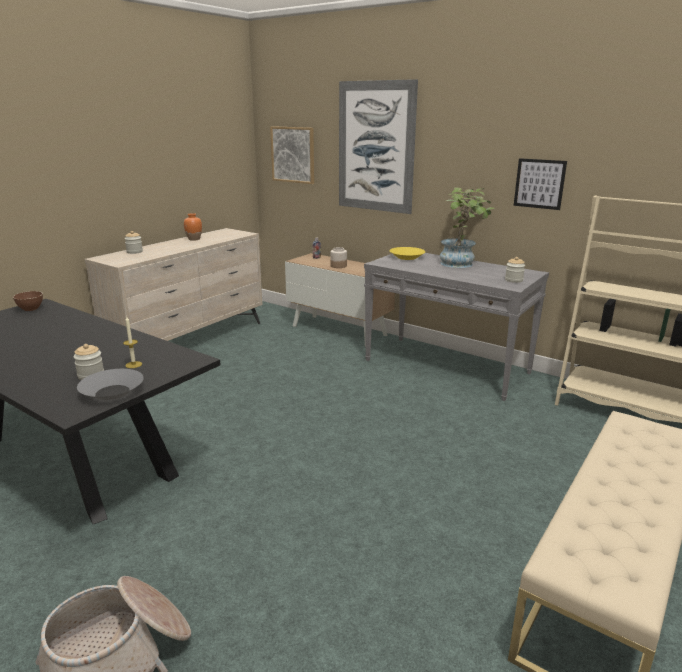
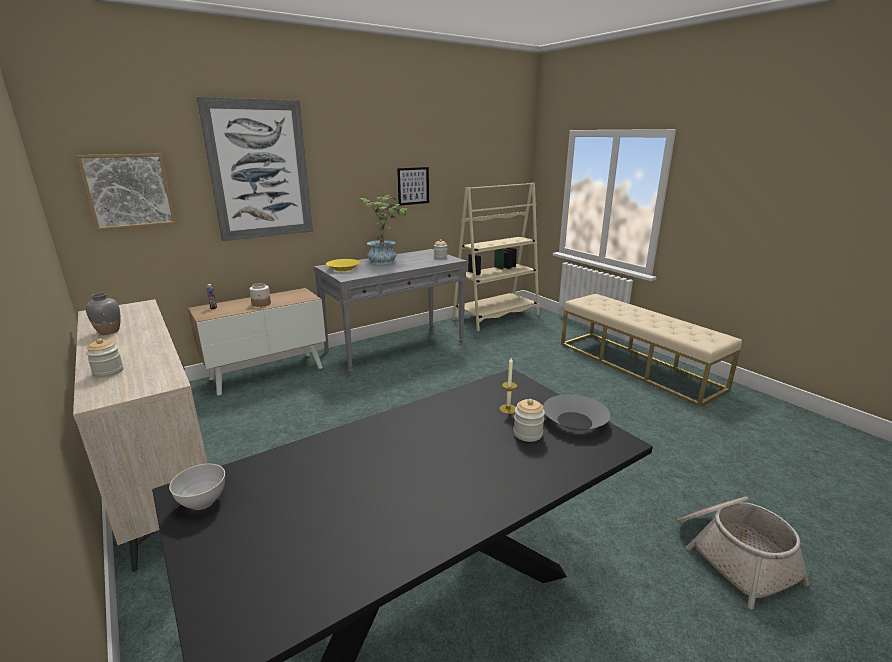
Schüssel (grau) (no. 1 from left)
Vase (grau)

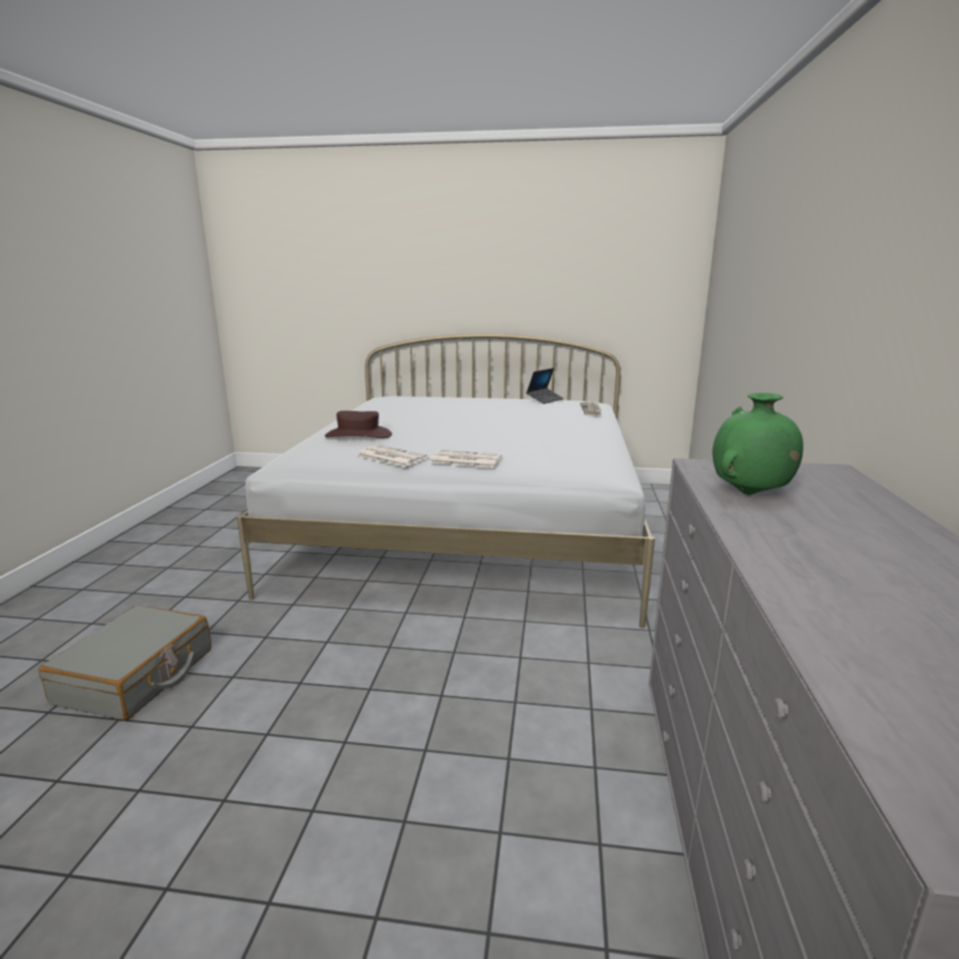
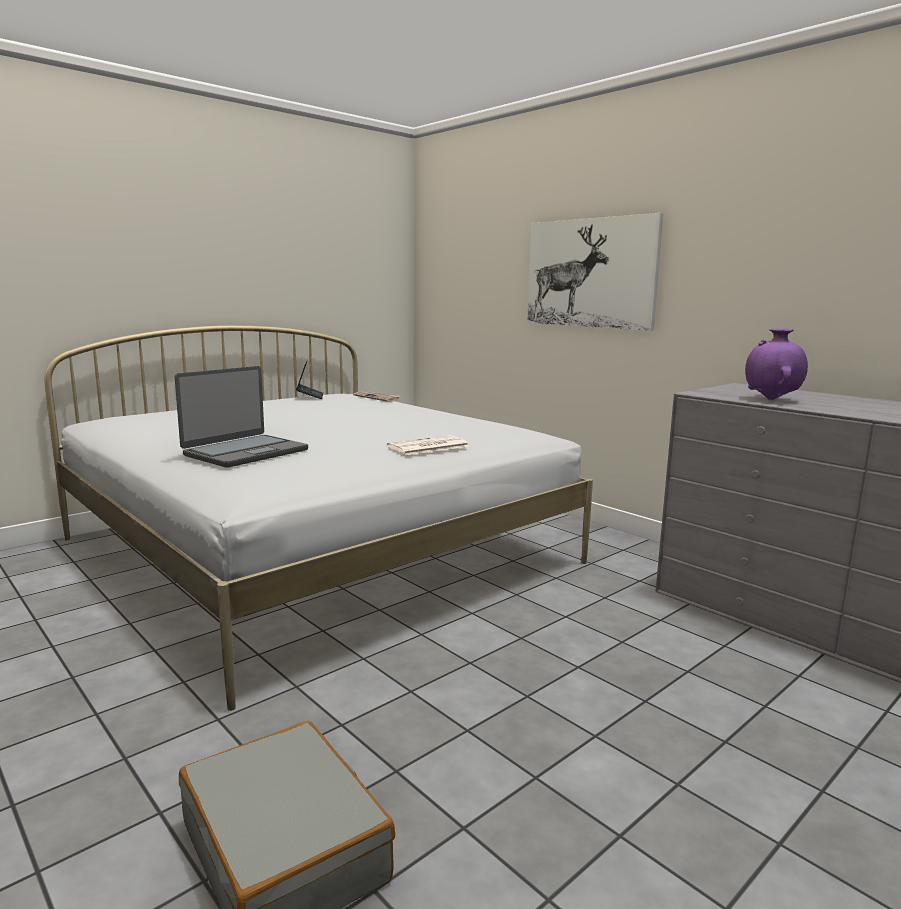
Laptop (no. 1 from left)
Zeitung (no. 1 from left in the first image)
Vase (lila)
Bild

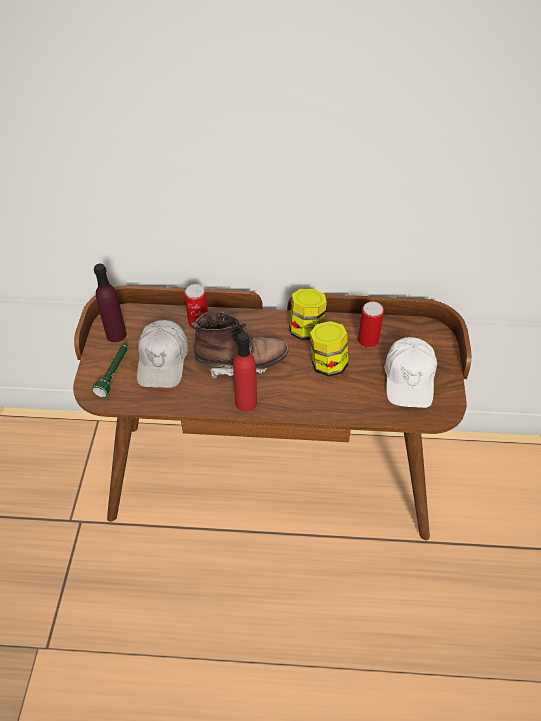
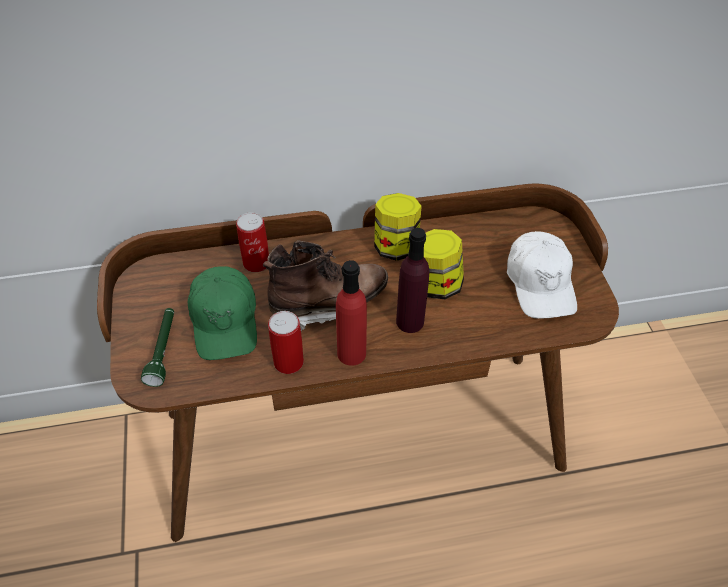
Flasche (lila)
Kappe (grün)
Dose (no. 2 from left)

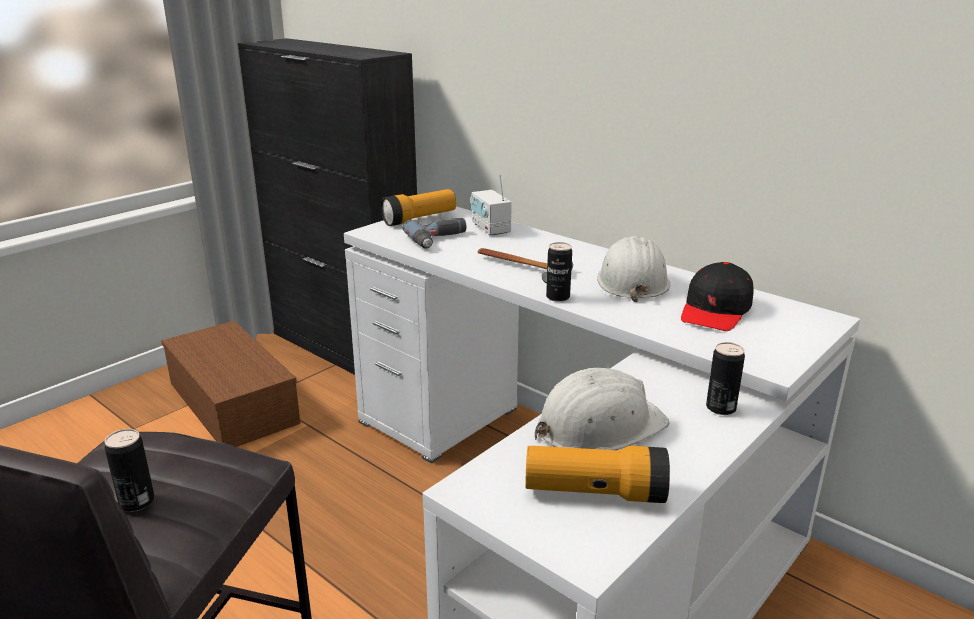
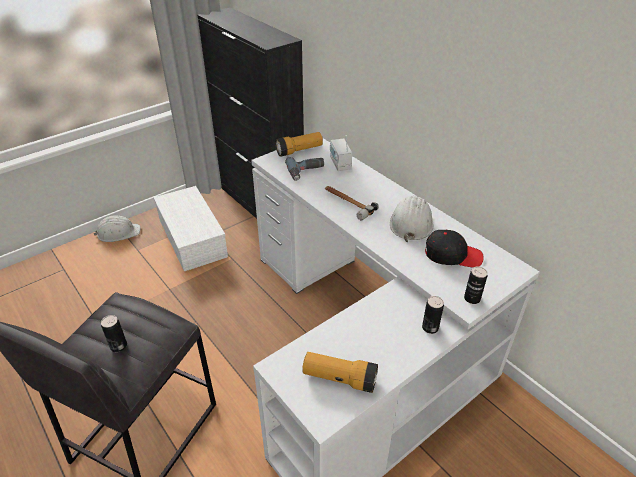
Aufbewahrungsbox (weiß)
Schutzhelm (weiß) (no. 1 from left)
Dose (no. 3 from left)
Kappe (schwarz)

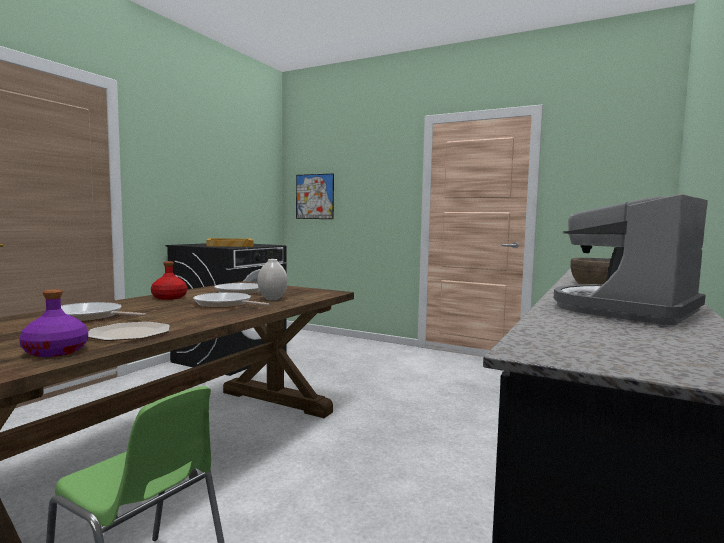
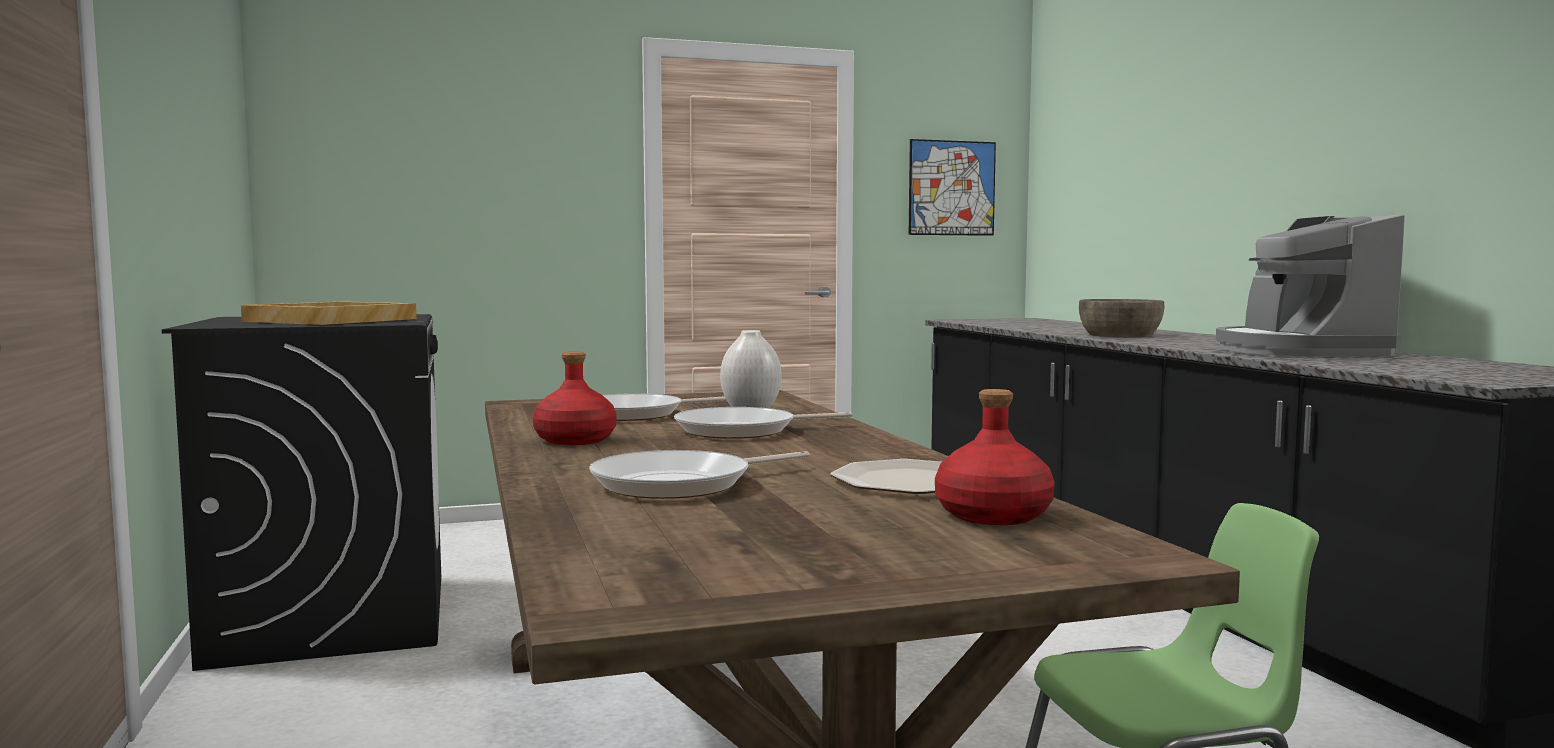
Flasche (rot) (no. 2 from left)
Bild

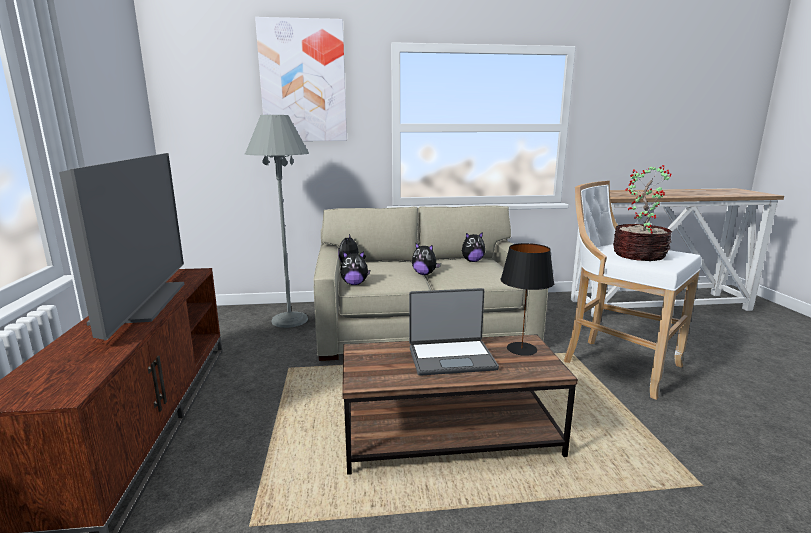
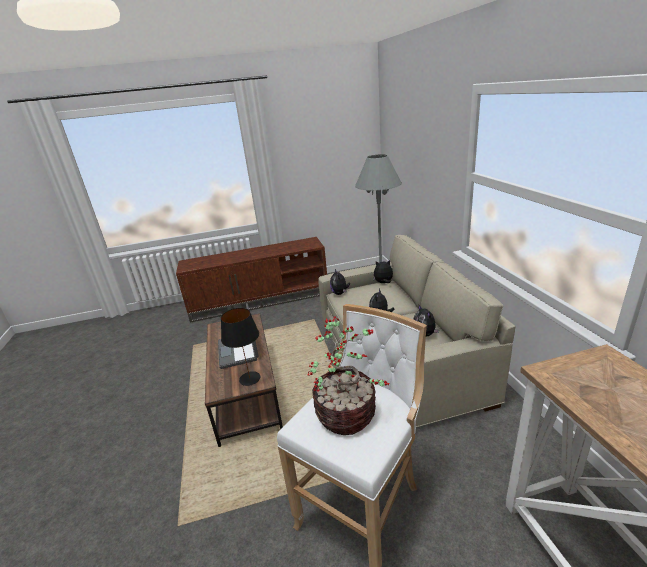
Fernseher
Bild

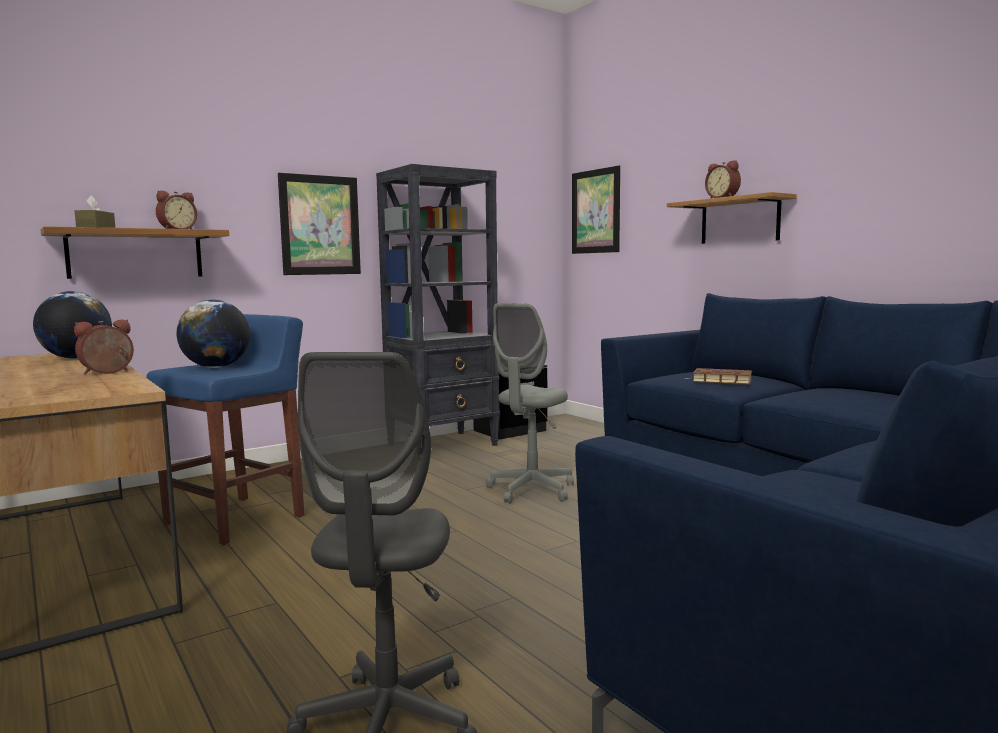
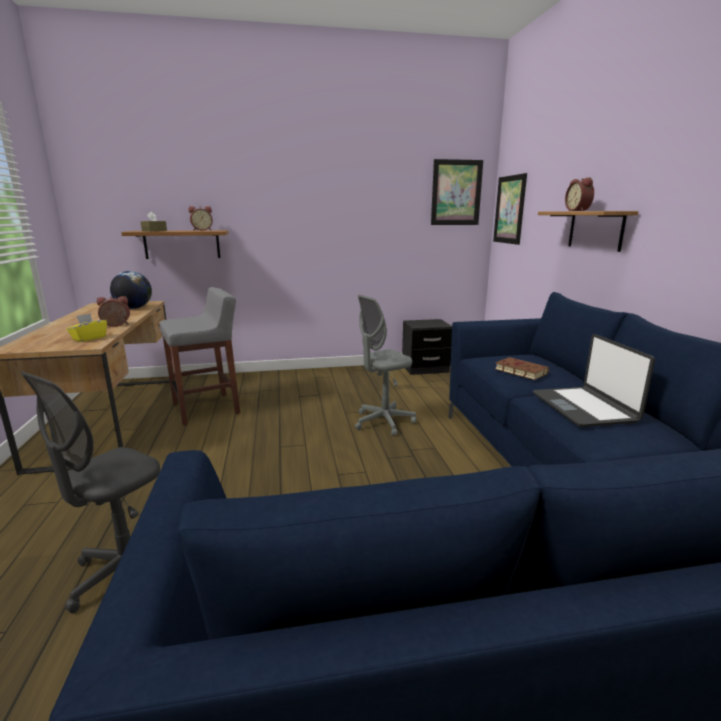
Hocker (grau)
Globus (no. 2 from left in the first image)
Bild (no. 1 from left)
Bücherregal (schwarz)
Taschentuchbox (gelb)
Laptop

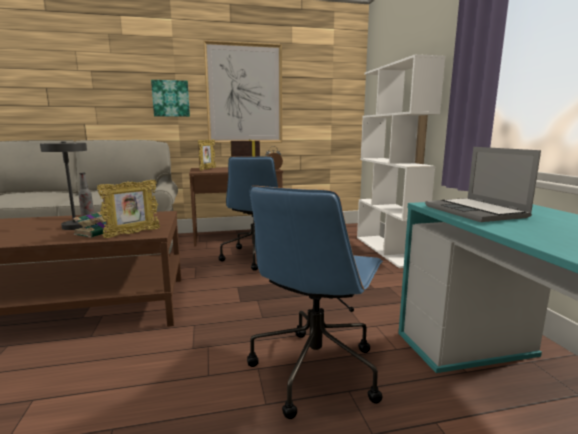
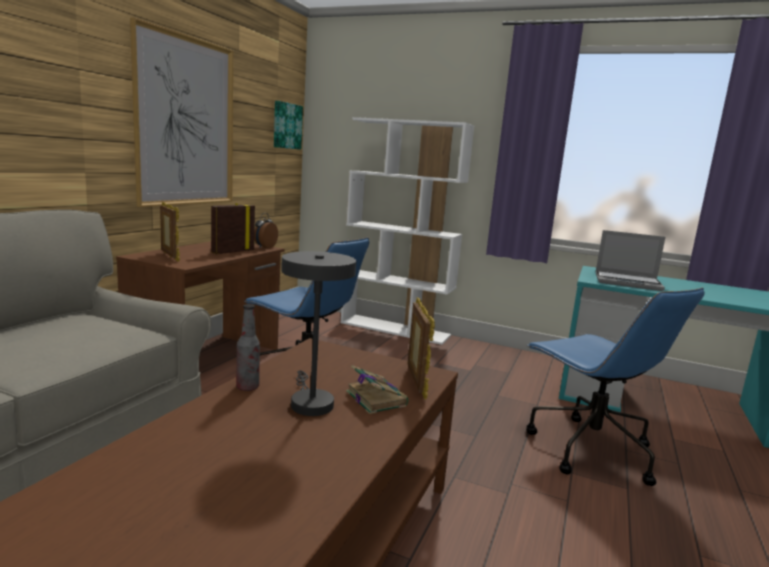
Bild (no. 2 from left)

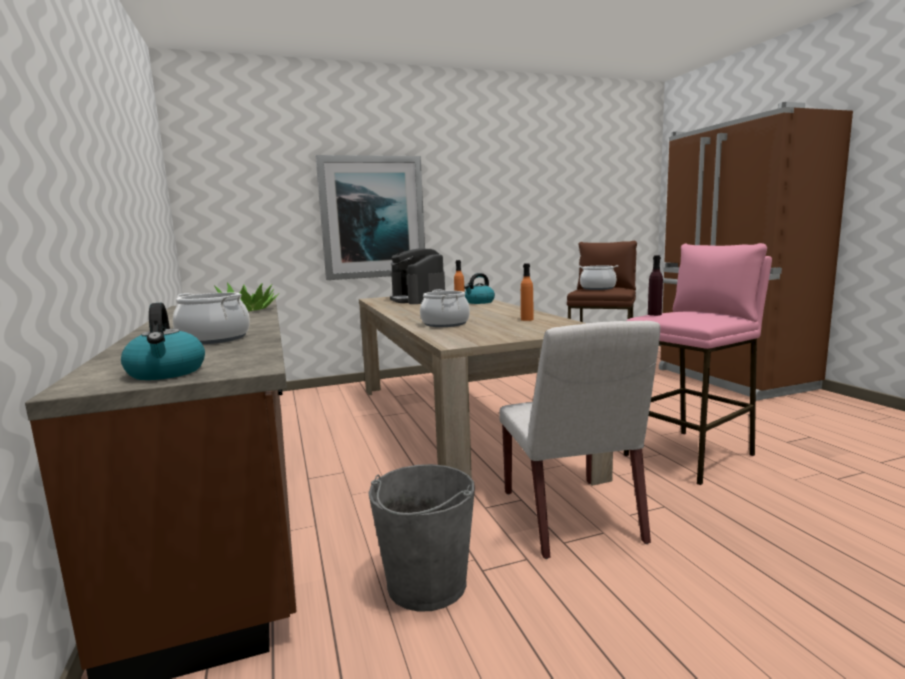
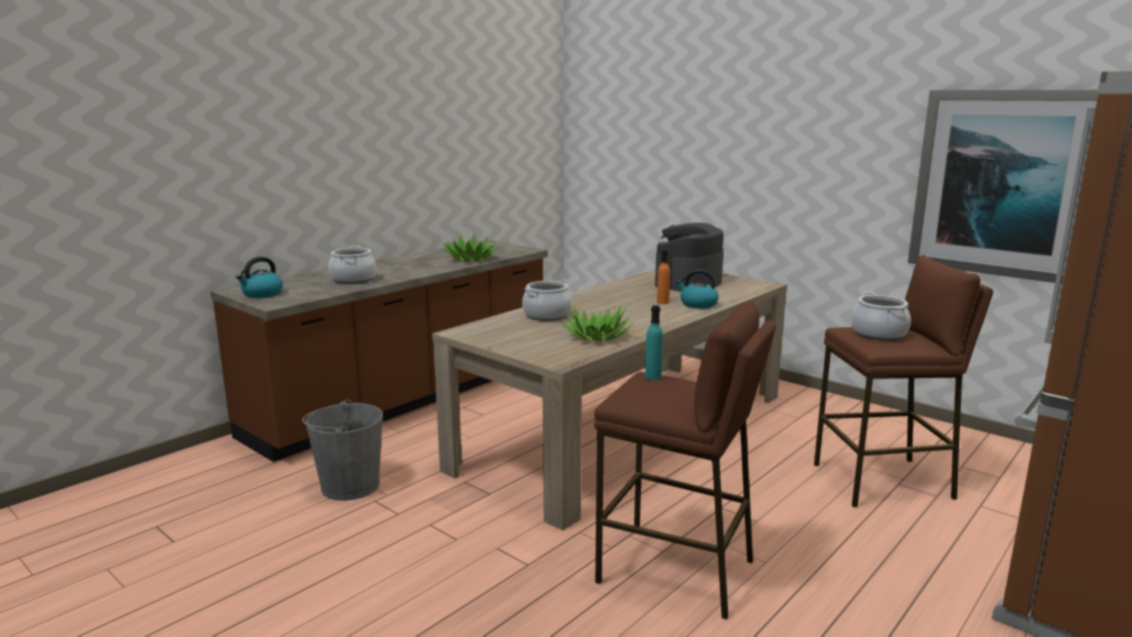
Bild
Stuhl (weiß)
Topfpflanze (no. 2 from left)
Hocker (braun) (no. 1 from left)
Flasche (türkis)

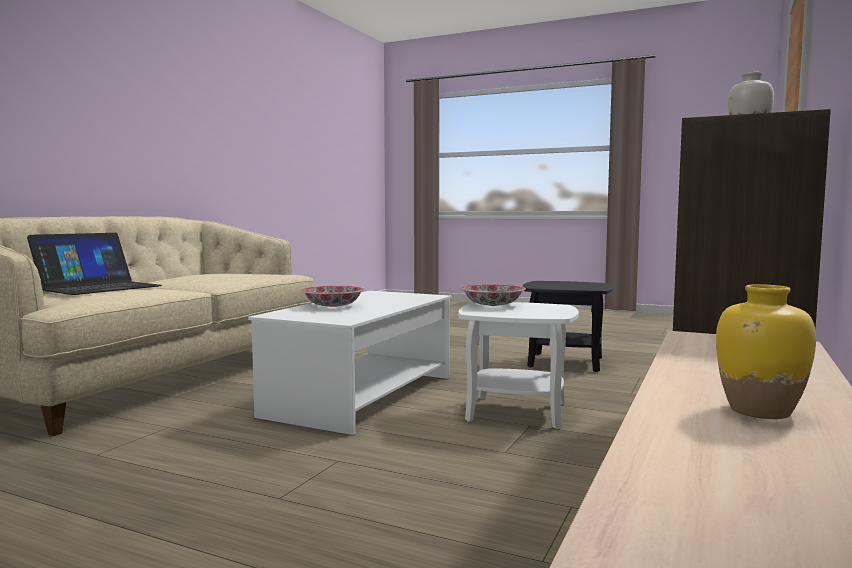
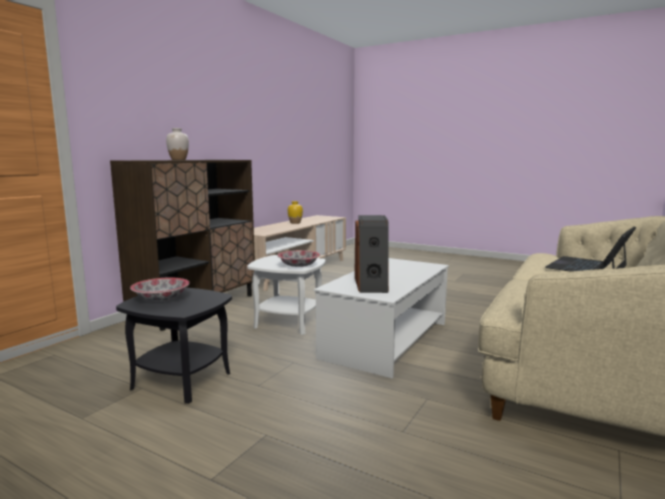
Schüssel (no. 1 from left)
Lautsprecher

